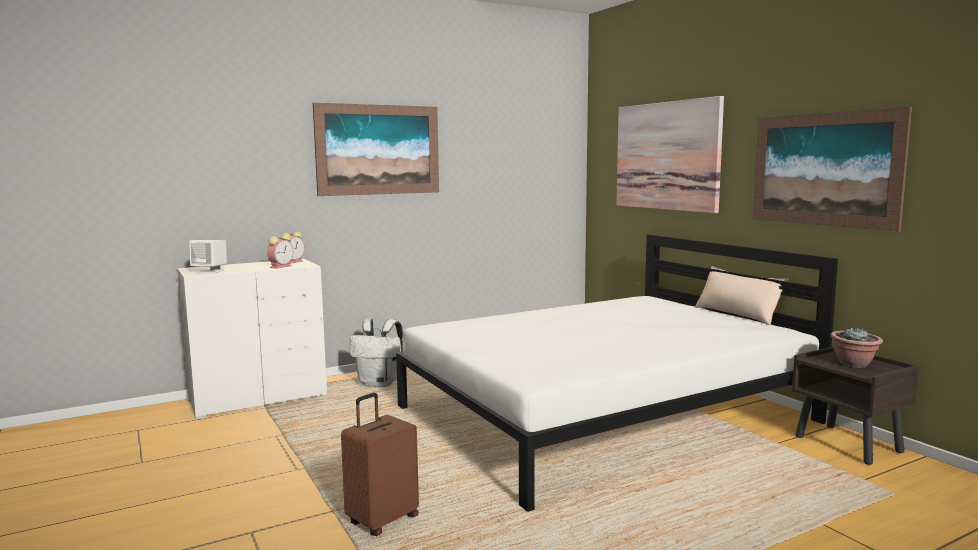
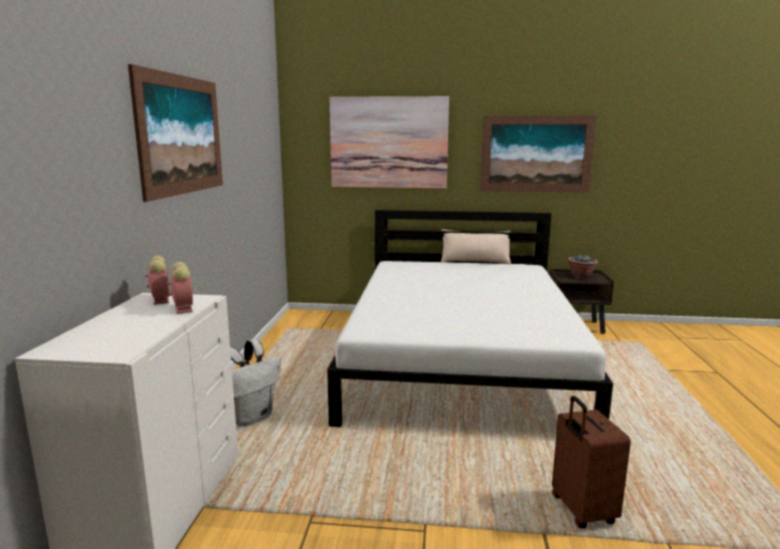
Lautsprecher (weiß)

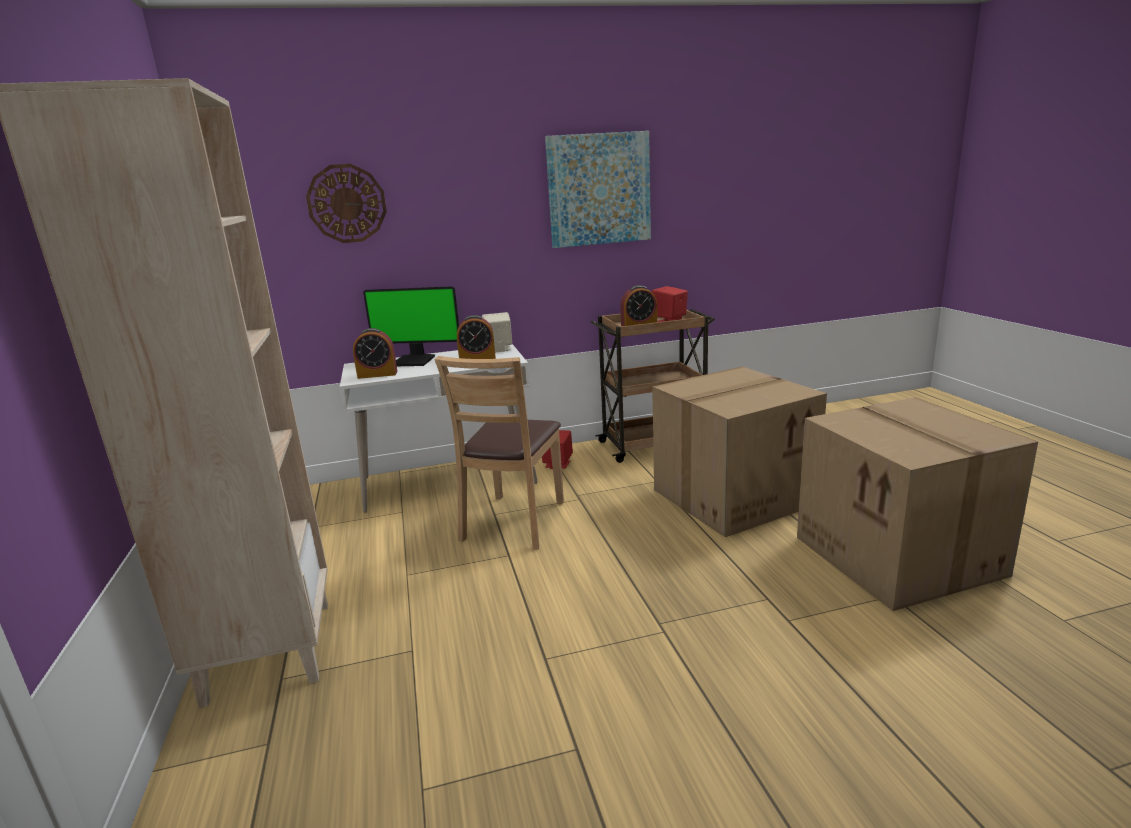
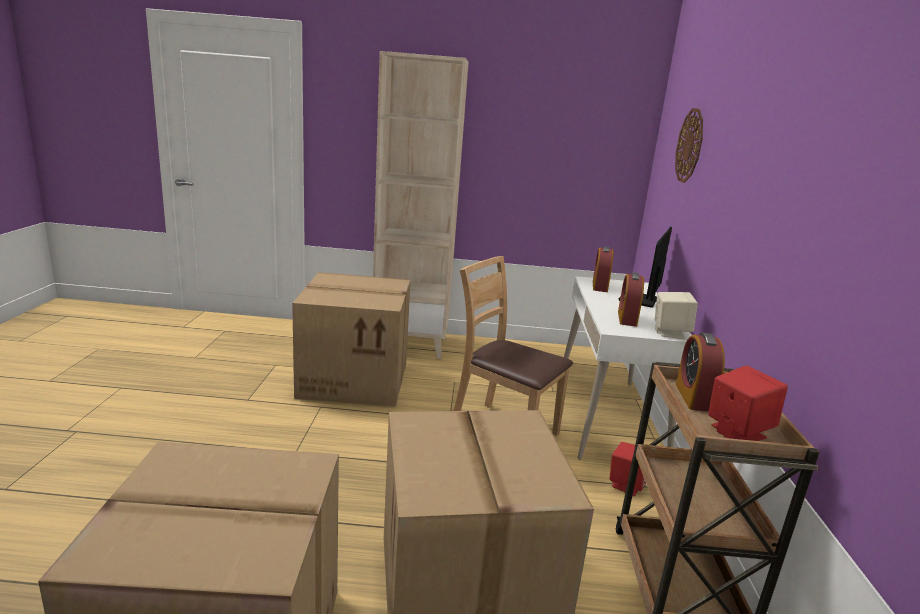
Bild
Karton (no. 2 from left)

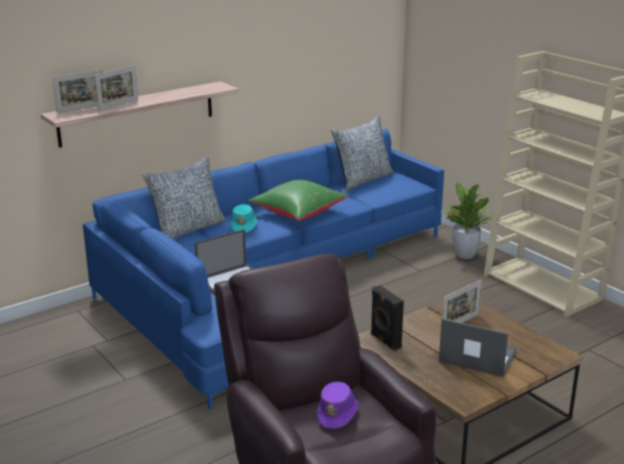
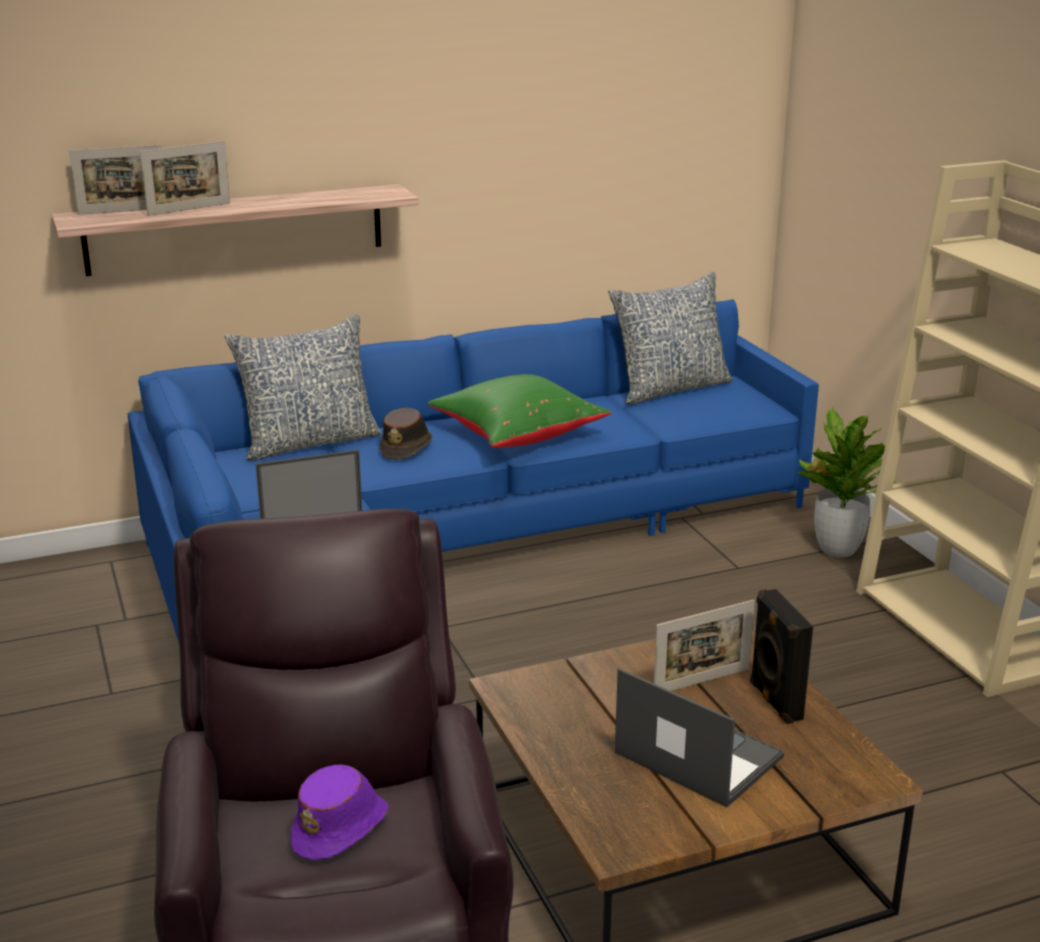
Hut (braun)
Lautsprecher (schwarz)

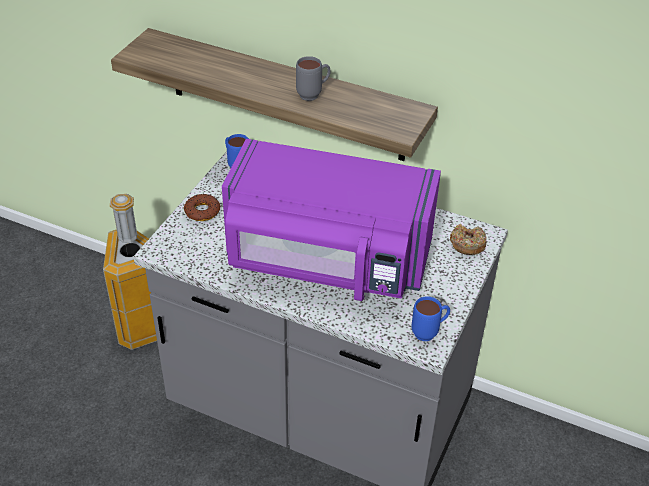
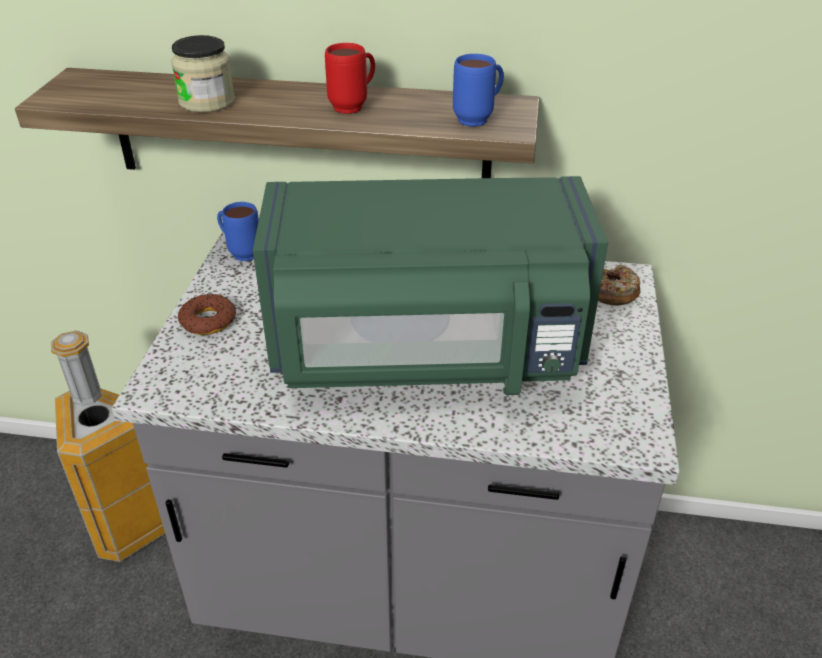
Mikrowelle (grün)
Henkelbecher (rot)
Henkelbecher (blau) (no. 2 from left)
Vorratsglas

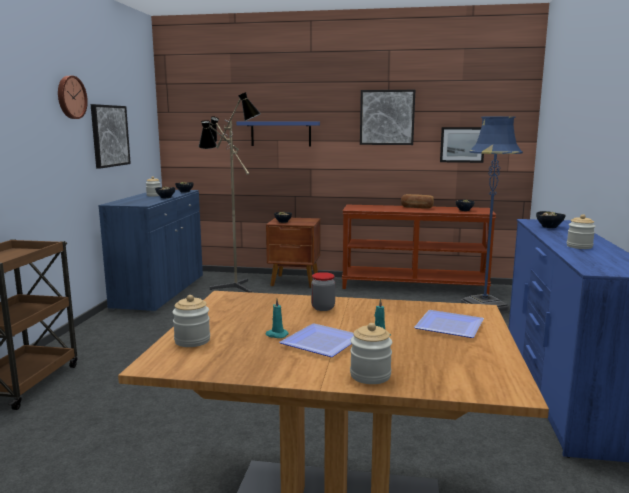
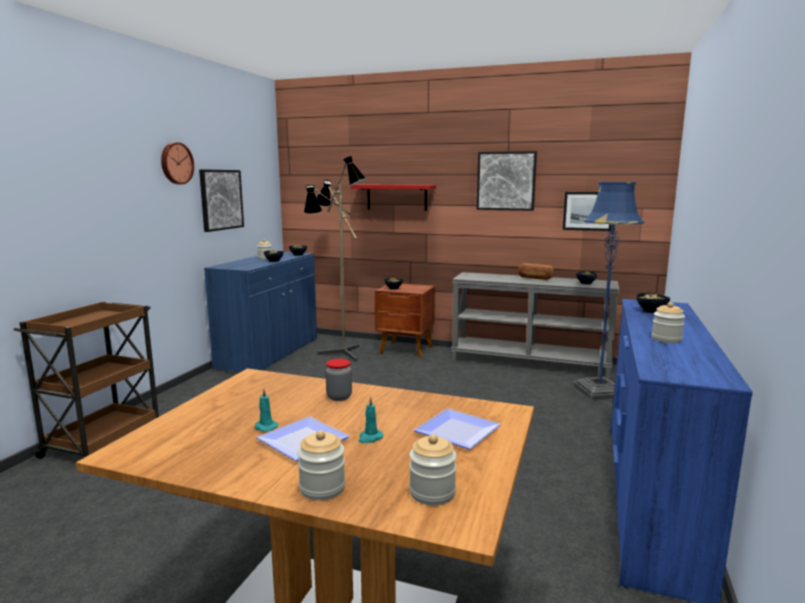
Vorratsglas (no. 4 from left)
Wandregal (rot)
Konsolentisch (grau)

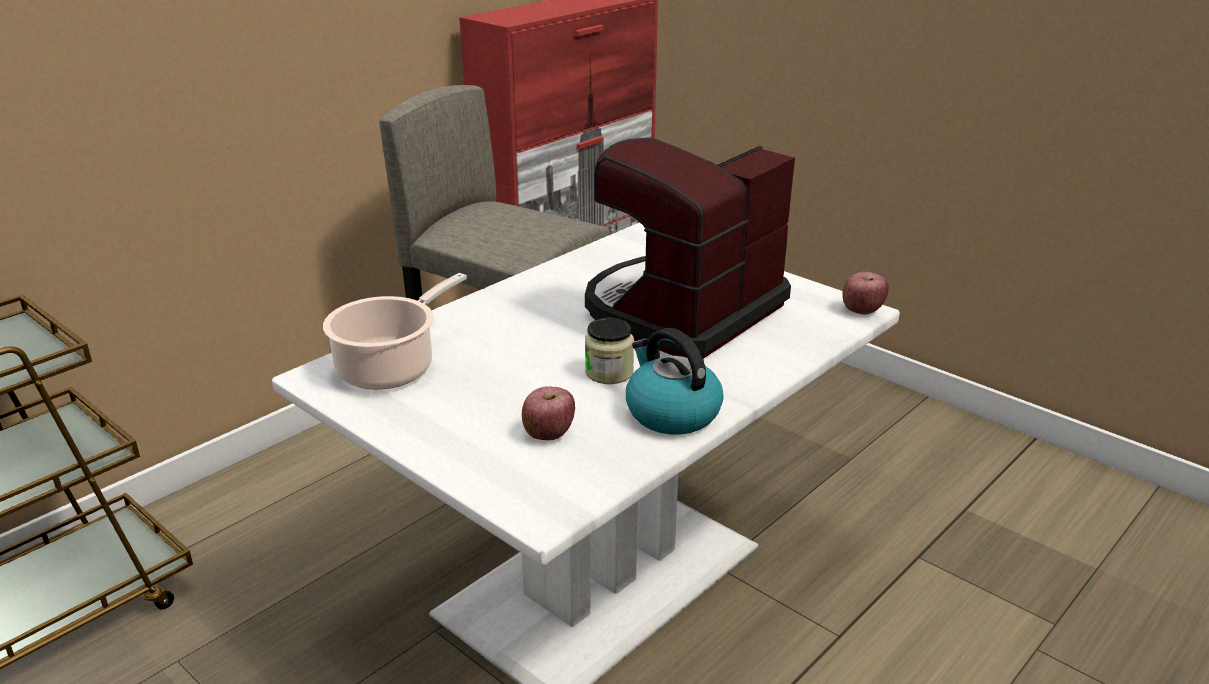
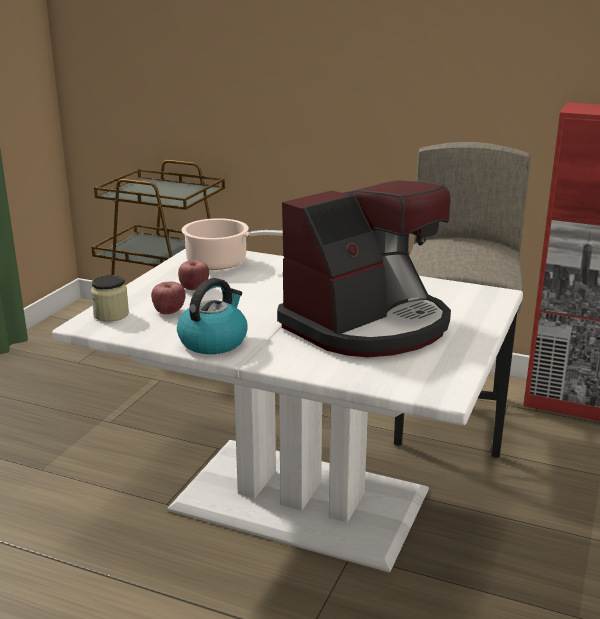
Kaffeemaschine
Vorratsglas
Apfel (no. 2 from left)

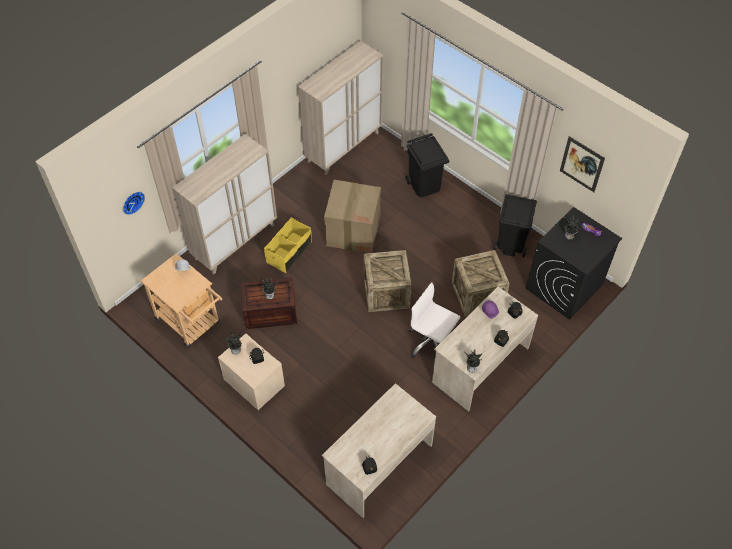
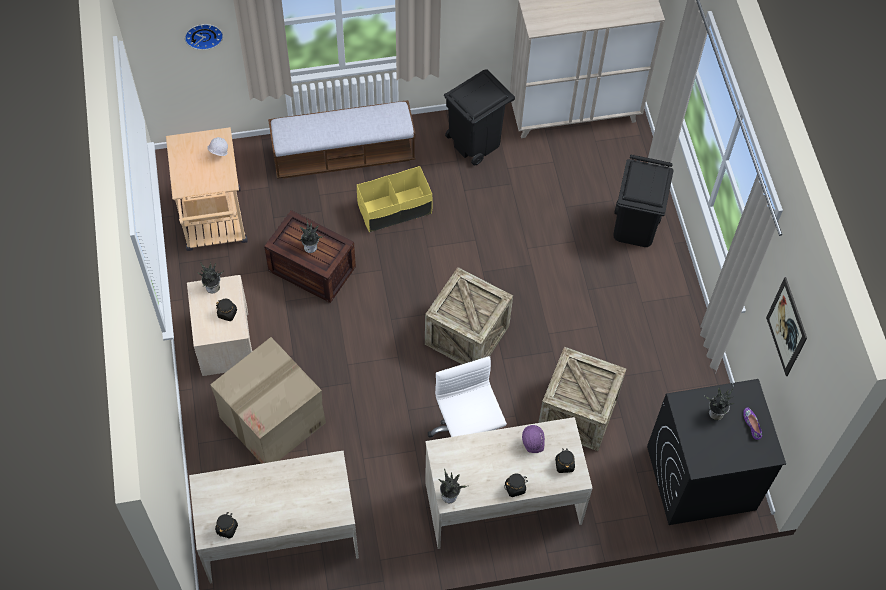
Bank
Karton
Mülleimer (schwarz) (no. 1 from left)

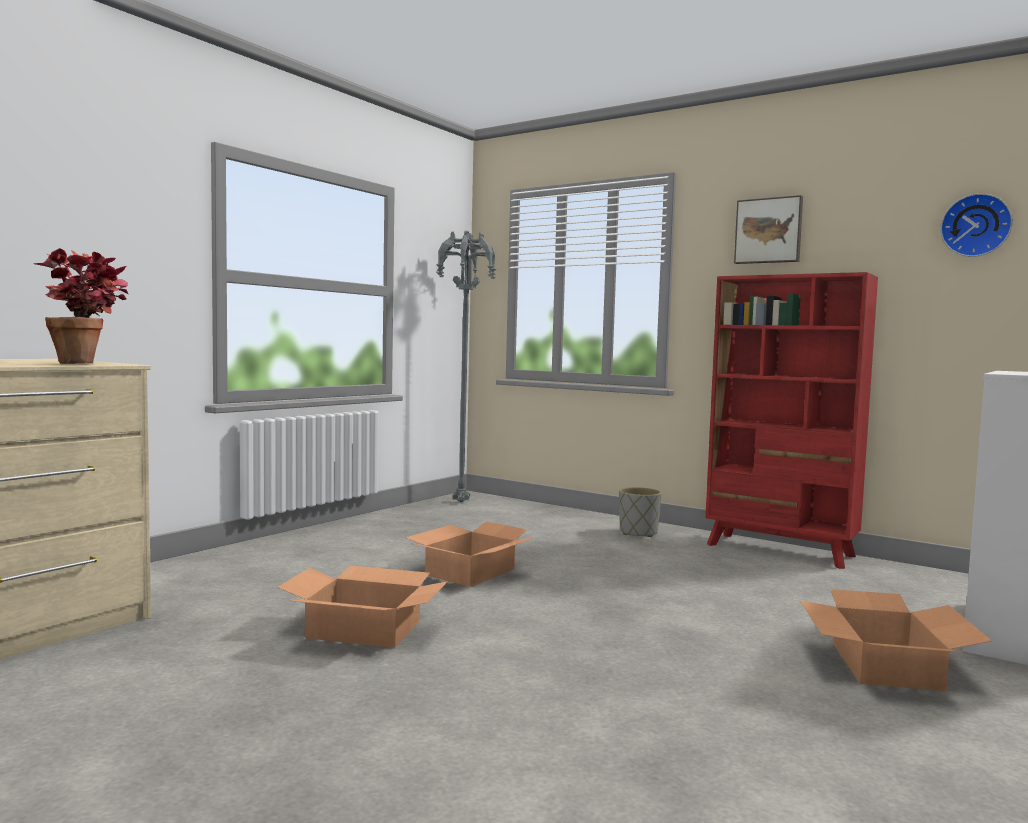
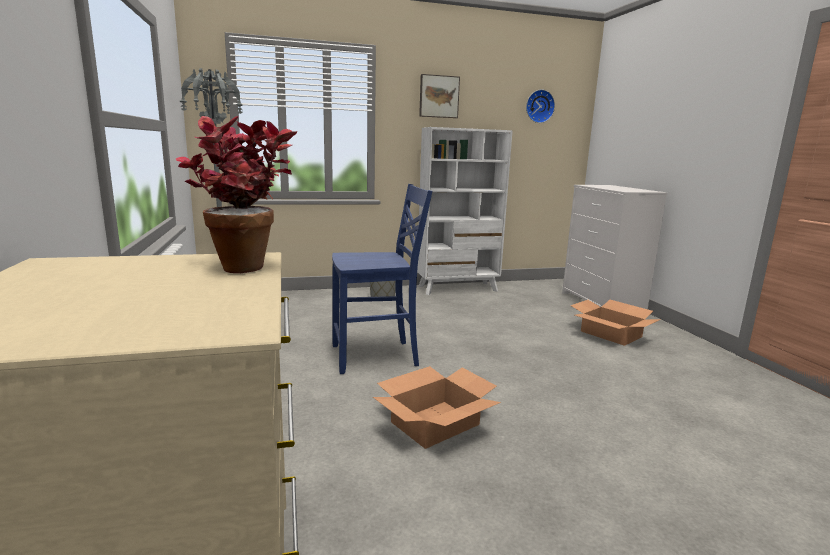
Stuhl (blau)
Bücherregal (weiß)

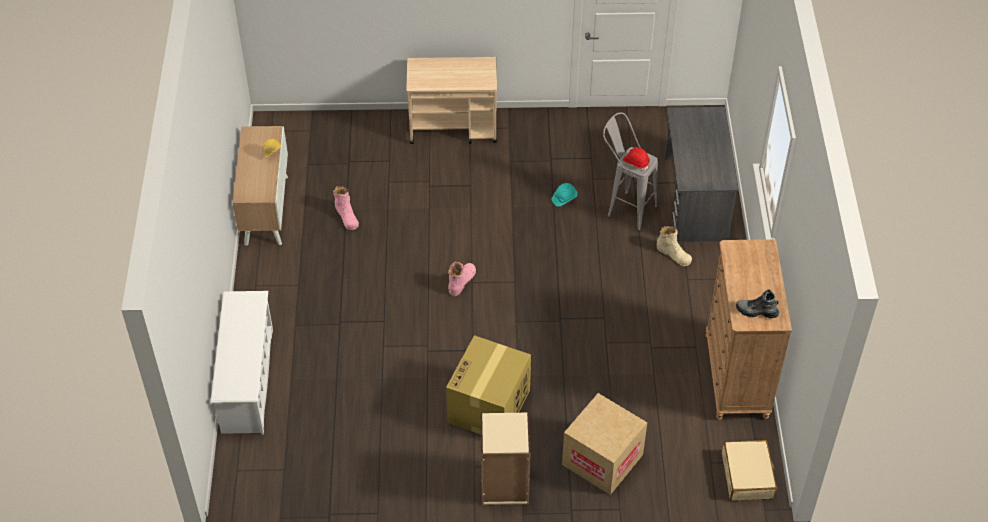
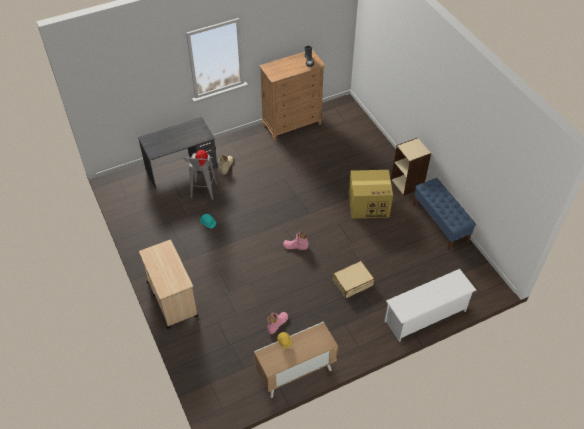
Karton (no. 2 from left in the first image)
Koffer (beige)
Bank (blau)

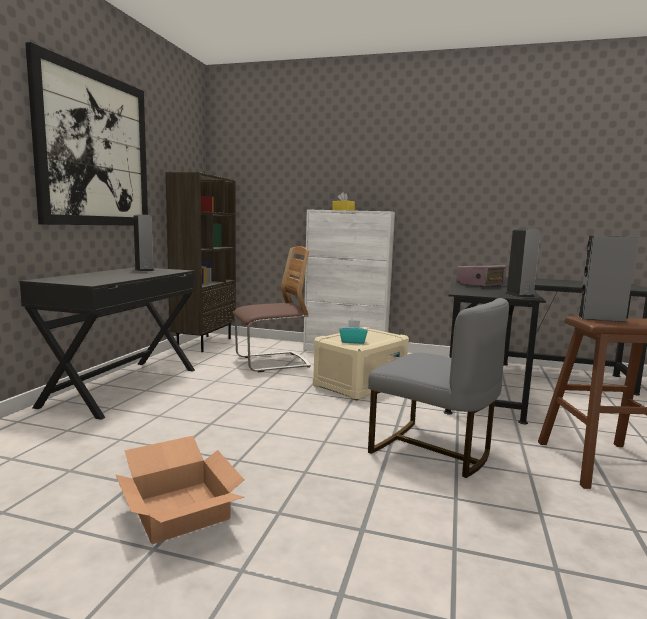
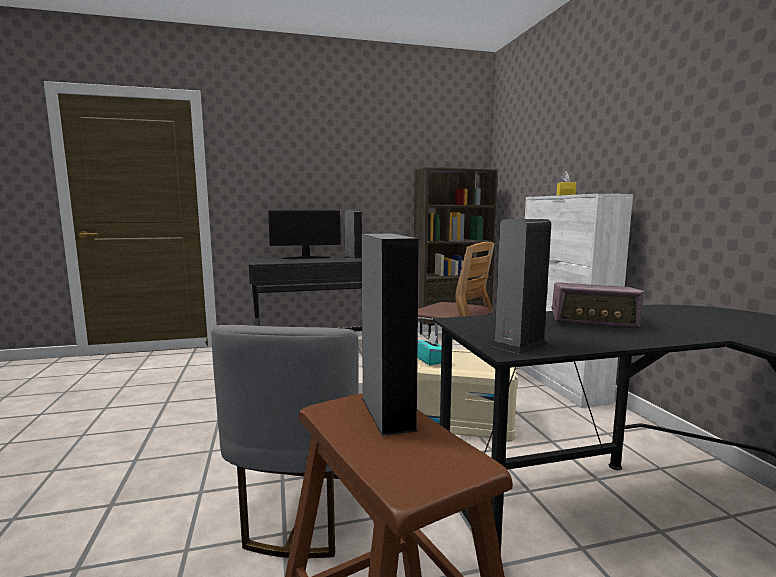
Bild
Karton
Monitor

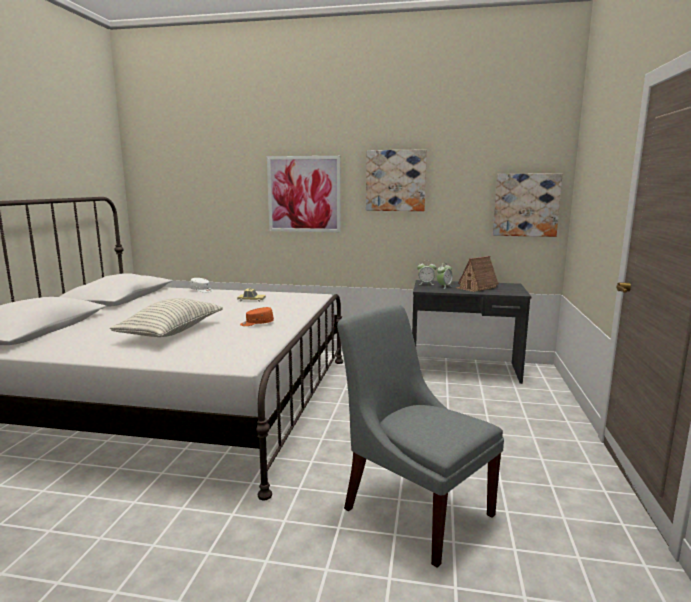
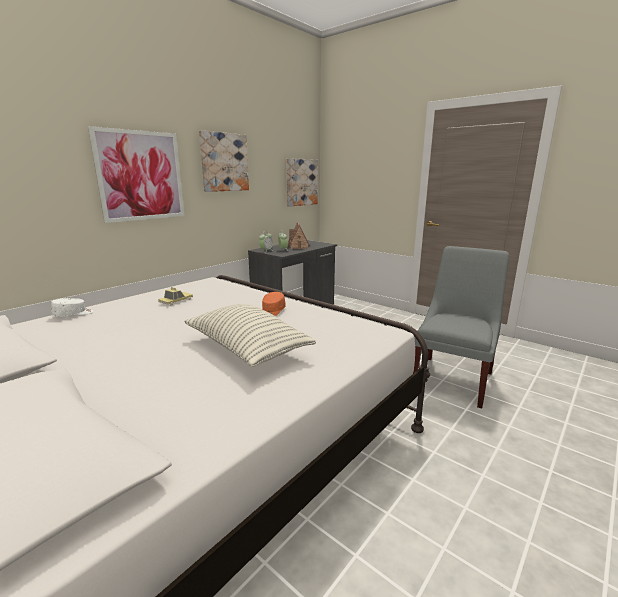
Stuhl (grau)

